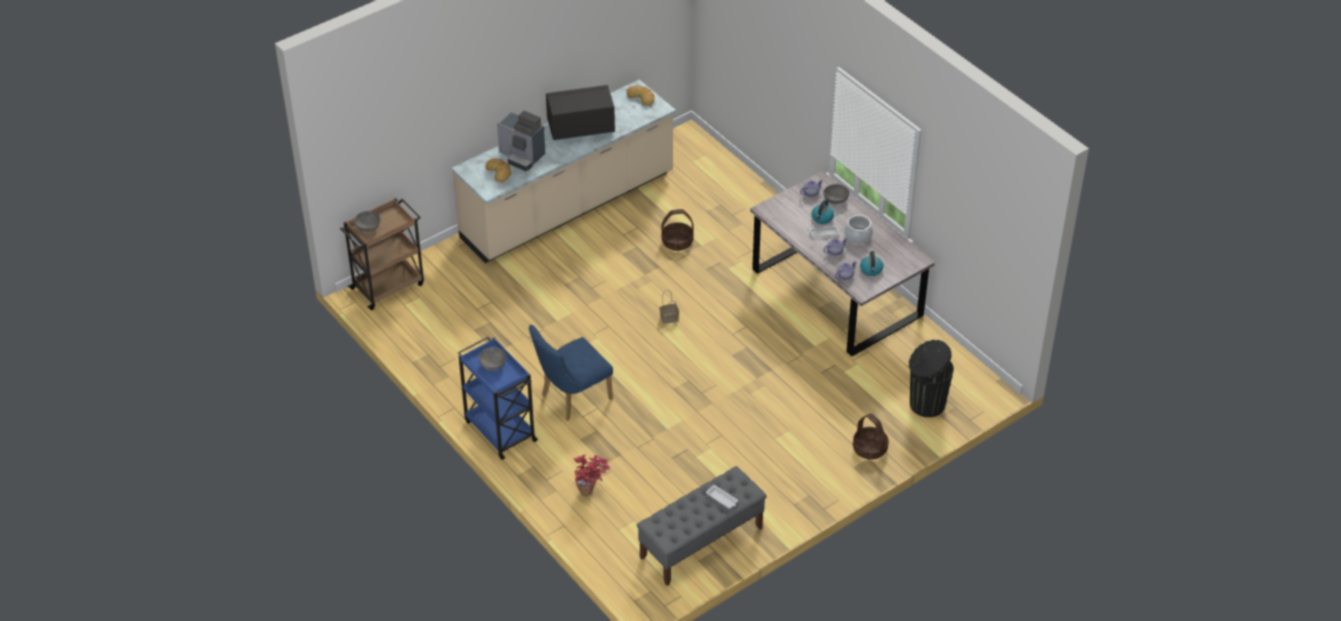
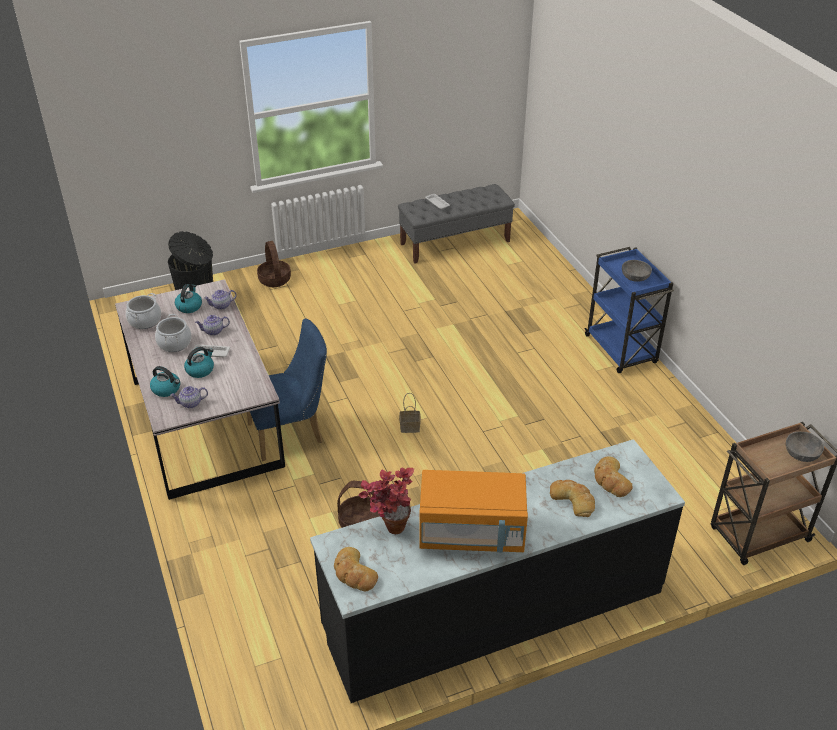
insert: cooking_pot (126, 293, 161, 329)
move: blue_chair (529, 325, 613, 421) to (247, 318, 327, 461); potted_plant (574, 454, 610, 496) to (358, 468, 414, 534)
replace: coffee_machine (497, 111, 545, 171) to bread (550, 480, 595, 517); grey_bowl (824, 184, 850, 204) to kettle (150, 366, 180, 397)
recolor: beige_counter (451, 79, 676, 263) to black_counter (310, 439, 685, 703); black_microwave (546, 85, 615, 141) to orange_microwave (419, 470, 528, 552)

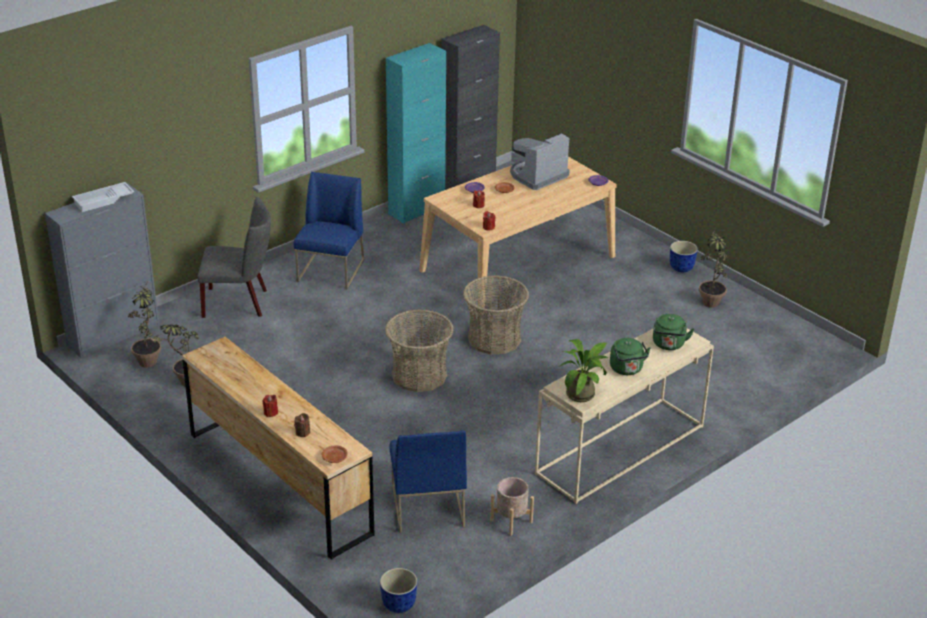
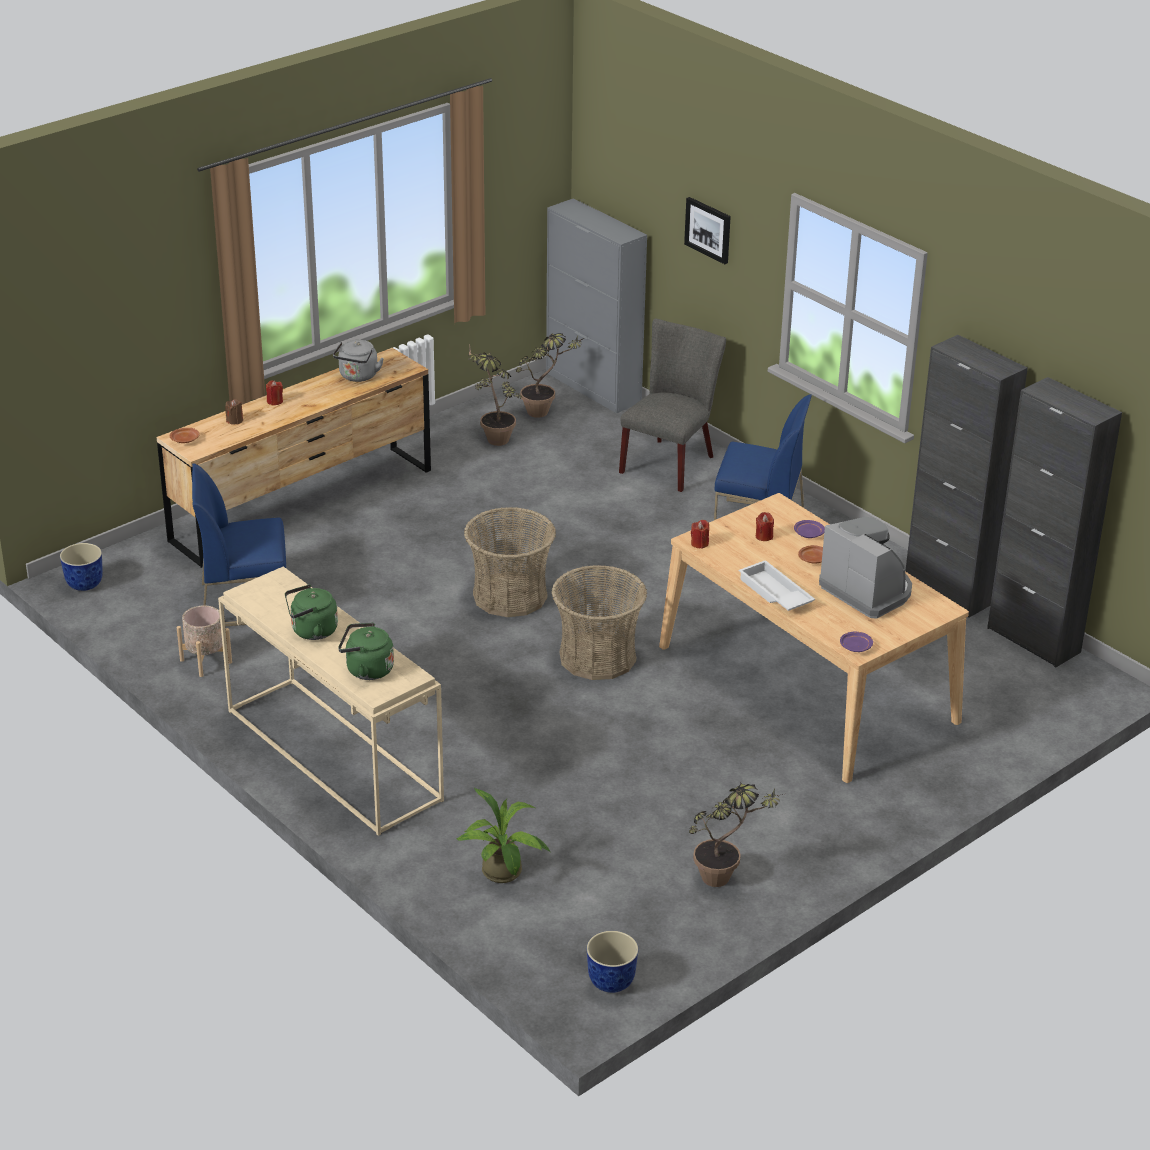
insert: grey_kettle (333, 340, 384, 382); picture (684, 197, 731, 264)
move: white_tray (72, 182, 134, 212) to (739, 560, 815, 611); potted_plant (558, 339, 609, 402) to (457, 787, 550, 883); planter (670, 241, 698, 272) to (587, 931, 638, 993)
recolor: turquoise_cabinet (386, 43, 446, 224) to black_cabinet (905, 335, 1028, 618)
rotate: grey_chair (197, 197, 271, 318) = (619, 319, 726, 492) 150 degrees counterclockwise

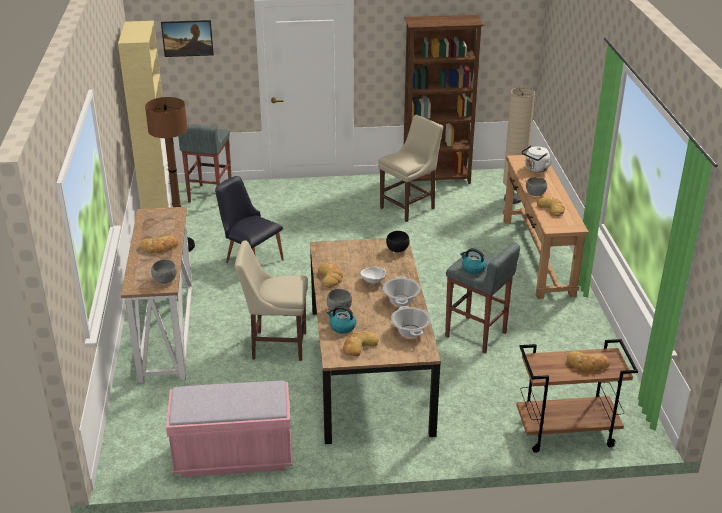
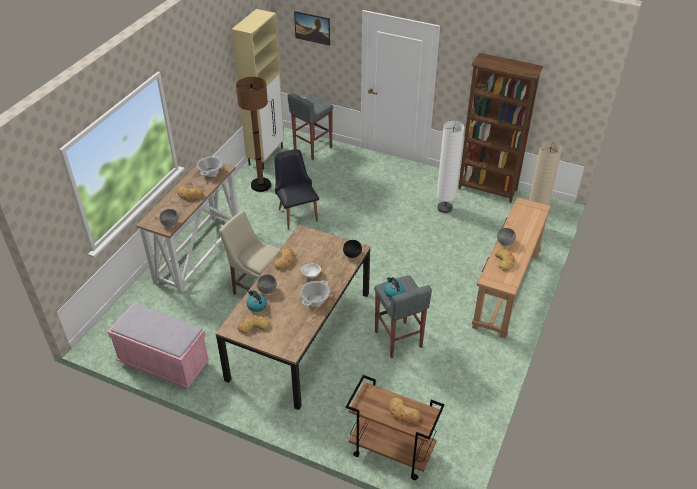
delete: white_kettle (522, 145, 552, 172)
move: cooking_pot (391, 306, 431, 337) to (197, 156, 223, 176)
replace: beige_chair (378, 115, 443, 222) to white_floor_lamp (437, 121, 465, 213)

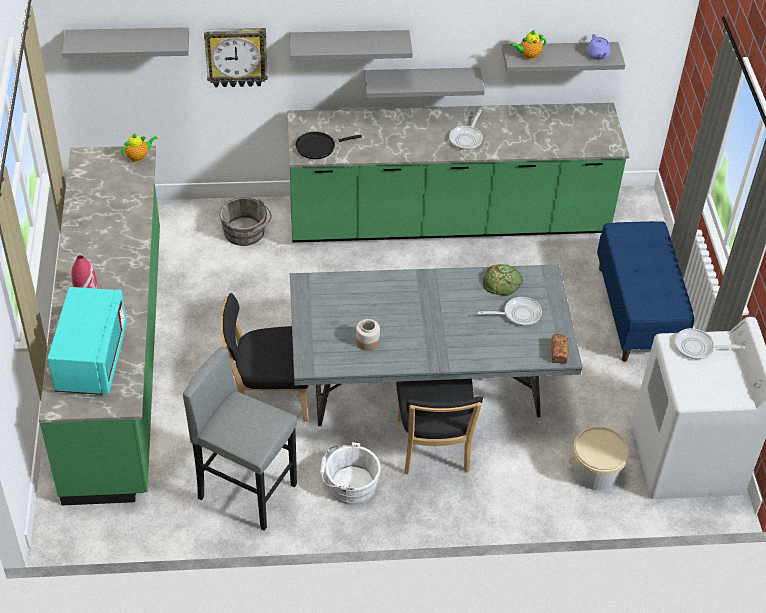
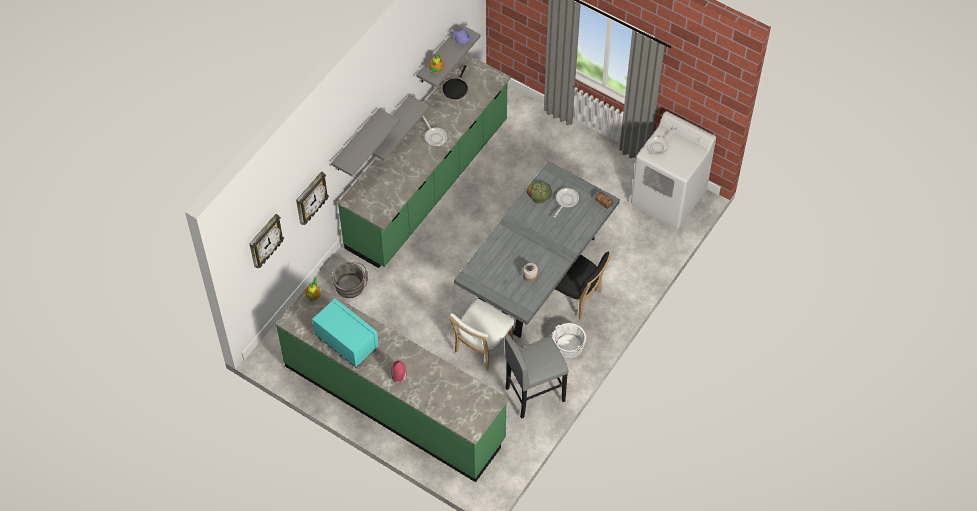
delete: beige_bucket (568, 426, 629, 490); blue_bench (597, 221, 694, 362)
move: turquoise_microwave (47, 287, 127, 395) to (312, 298, 379, 367); black_frying_pan (295, 132, 362, 159) to (442, 65, 468, 99)
replace: grey_shelf (62, 27, 189, 58) to wall_clock (250, 214, 284, 268)
recolor: black_chair (220, 293, 308, 422) to white_chair (449, 298, 515, 371)

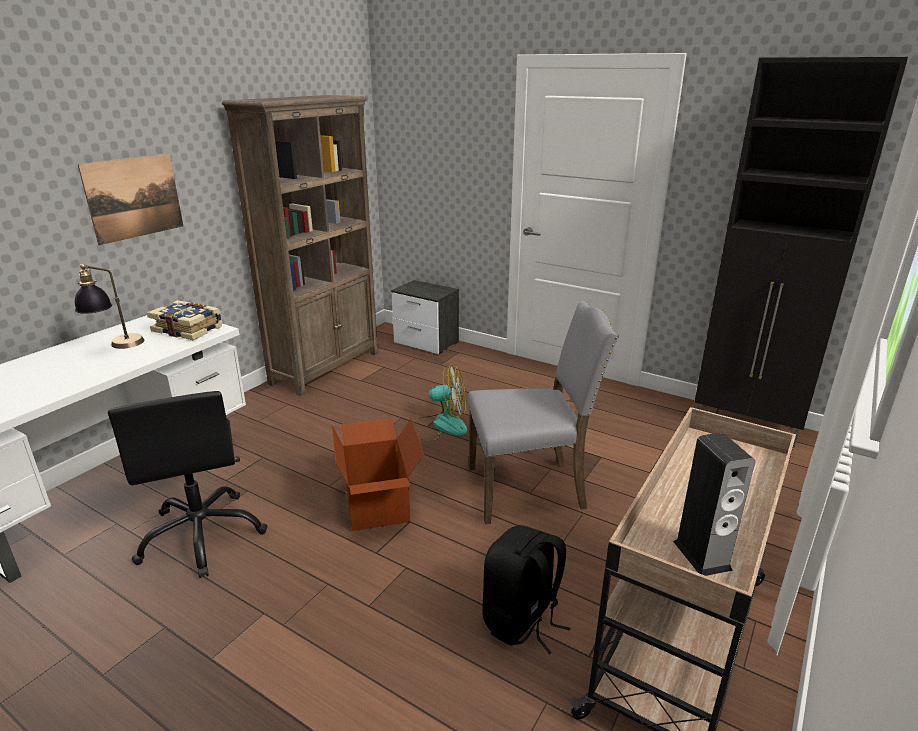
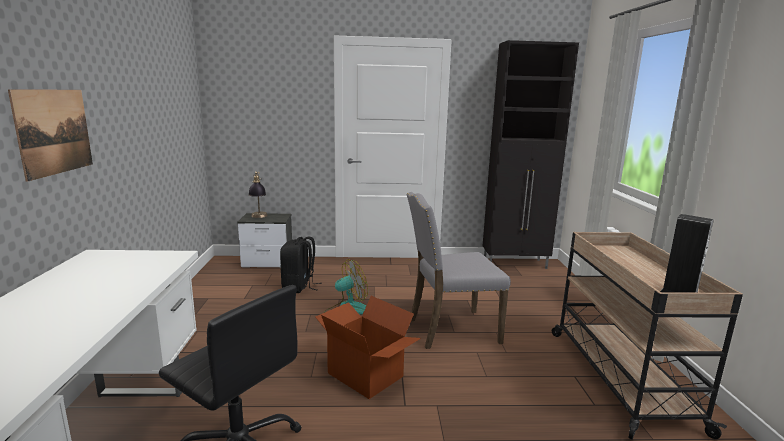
delete: book (147, 301, 223, 340); brown_bookcase (222, 95, 379, 396)
move: table_lamp (75, 264, 144, 349) to (248, 171, 268, 218); black_backpack (482, 525, 570, 654) to (280, 236, 322, 293)
rotate: grey_chair (468, 301, 619, 524) = (406, 192, 511, 349) 150 degrees counterclockwise

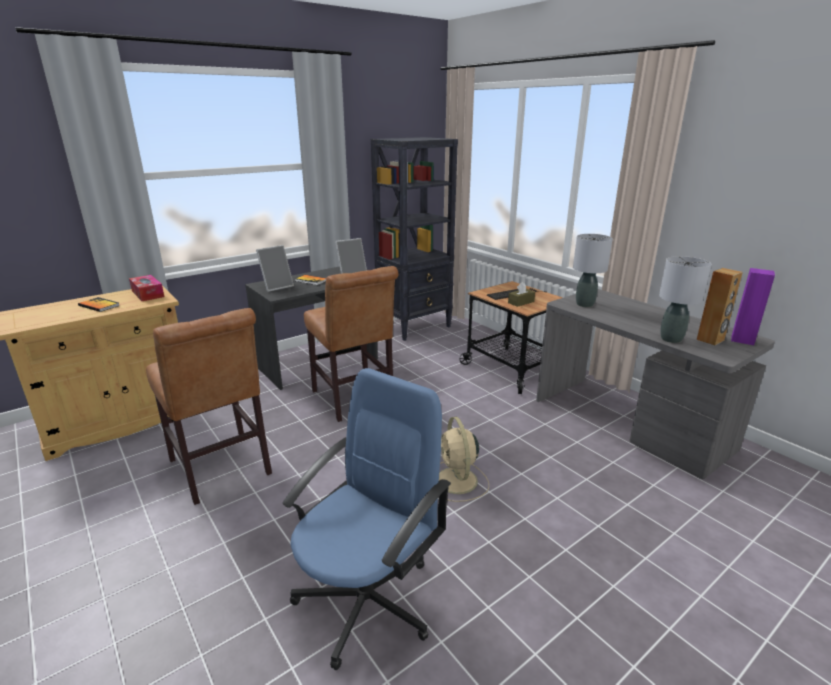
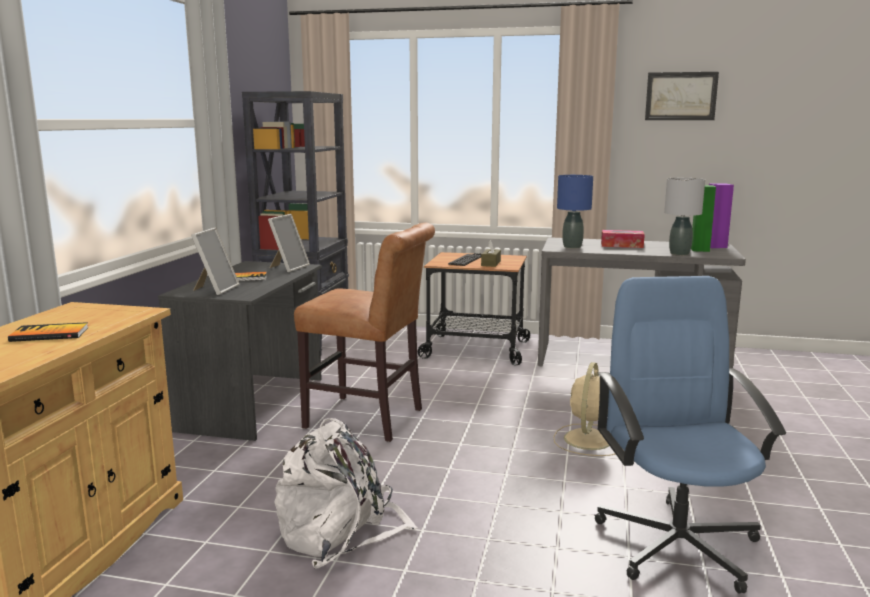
insert: picture (645, 72, 719, 120)
move: tissue_box (129, 275, 164, 301) to (601, 230, 645, 248)
replace: brown_chair (146, 308, 272, 505) to white_backpack (274, 418, 418, 568)
recolor: grey_table_lamp (573, 234, 613, 307) to blue_table_lamp (557, 175, 593, 248); brown_speaker (697, 268, 743, 345) to green_speaker (691, 185, 716, 252)
rotate: beige_fan (439, 417, 489, 502) = (553, 362, 615, 456) 75 degrees clockwise

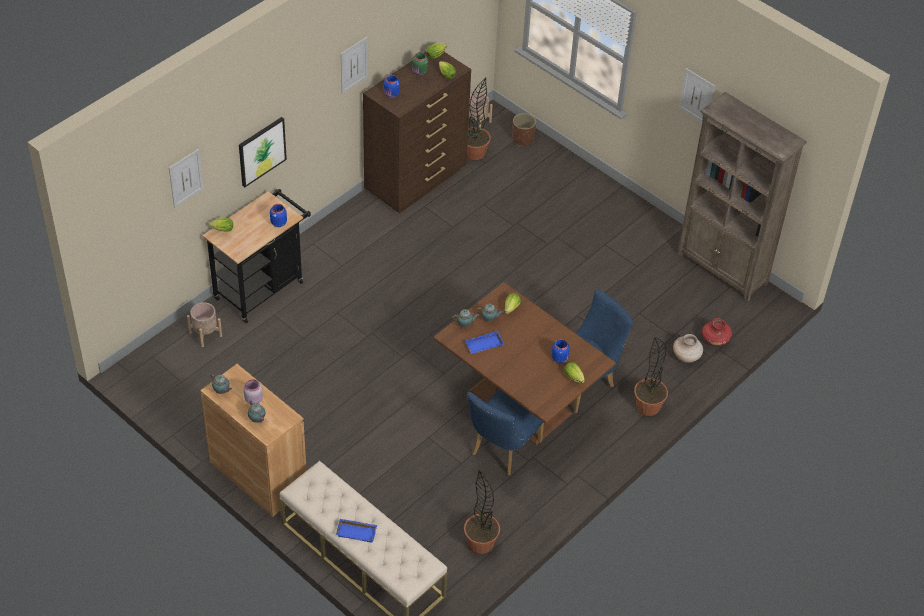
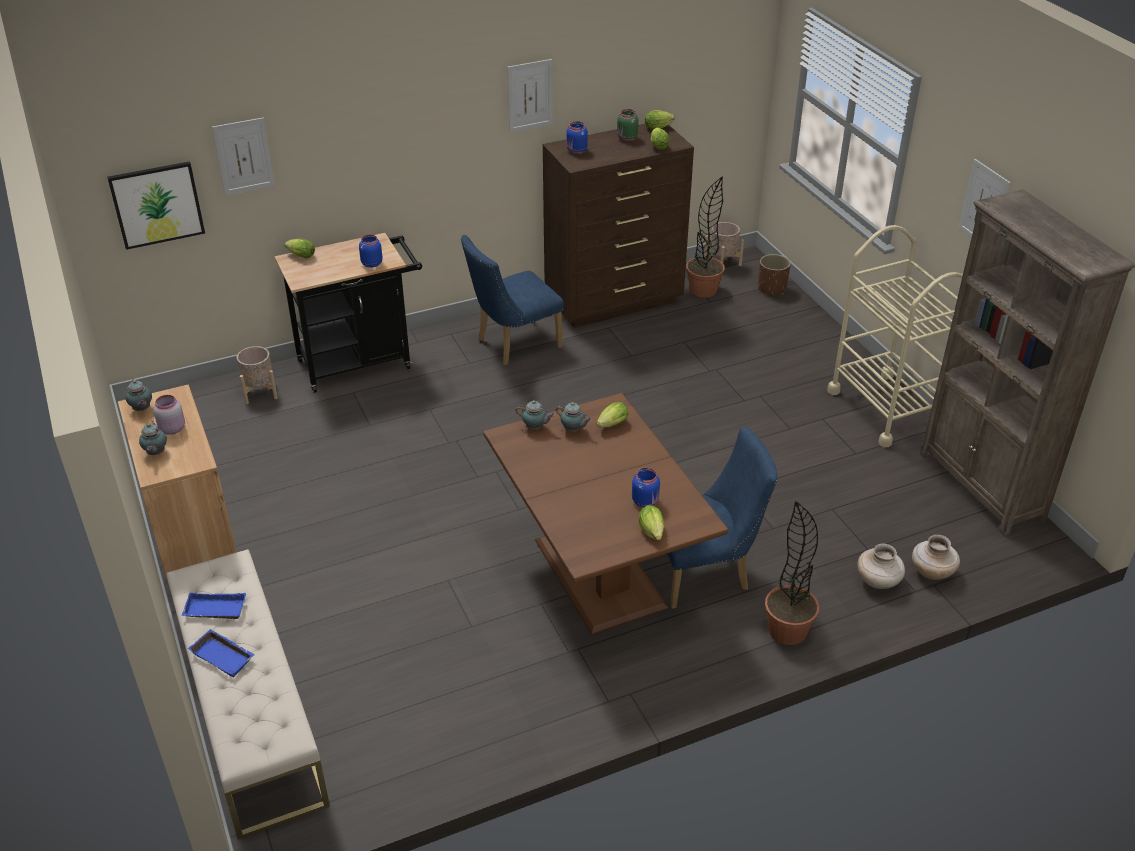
delete: potted_plant (464, 470, 500, 554)
insert: beige_cart (827, 225, 963, 447)
move: picture (239, 117, 287, 187) to (107, 161, 205, 250); blue_tray (465, 331, 504, 354) to (181, 593, 246, 619); blue_chair (467, 389, 544, 475) to (461, 235, 564, 366)
recolor: red_vase (702, 318, 732, 346) to beige_vase (912, 535, 960, 580)

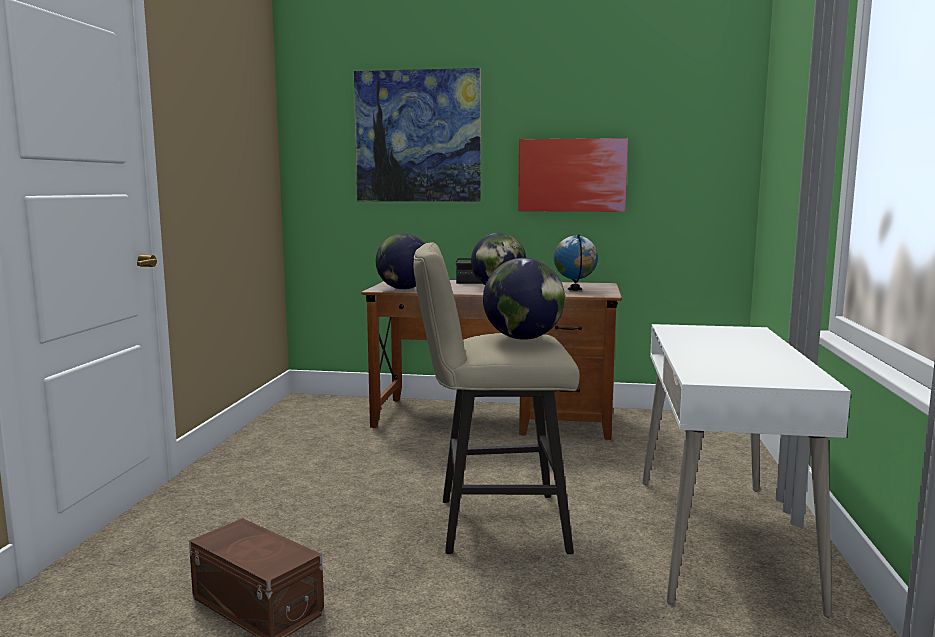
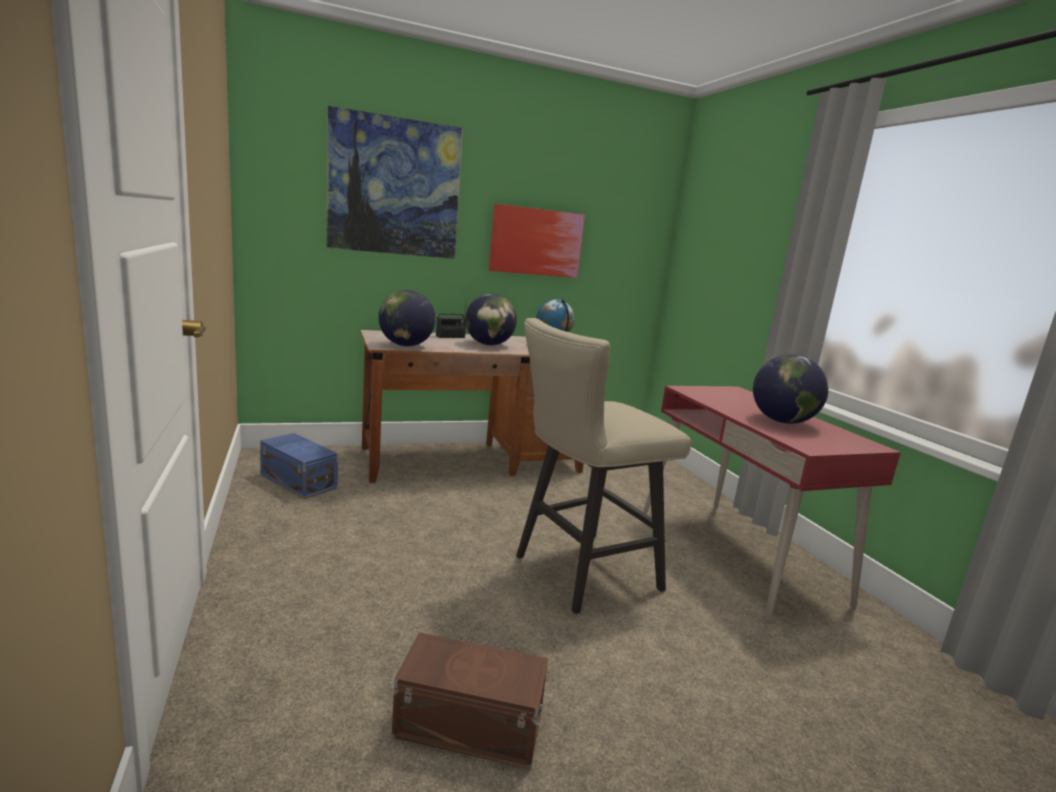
insert: blue_storage_box (260, 433, 338, 499)
move: globe (483, 258, 565, 340) to (753, 355, 829, 424)
recolor: white_desk (642, 324, 851, 618) to red_desk (644, 386, 901, 623)

